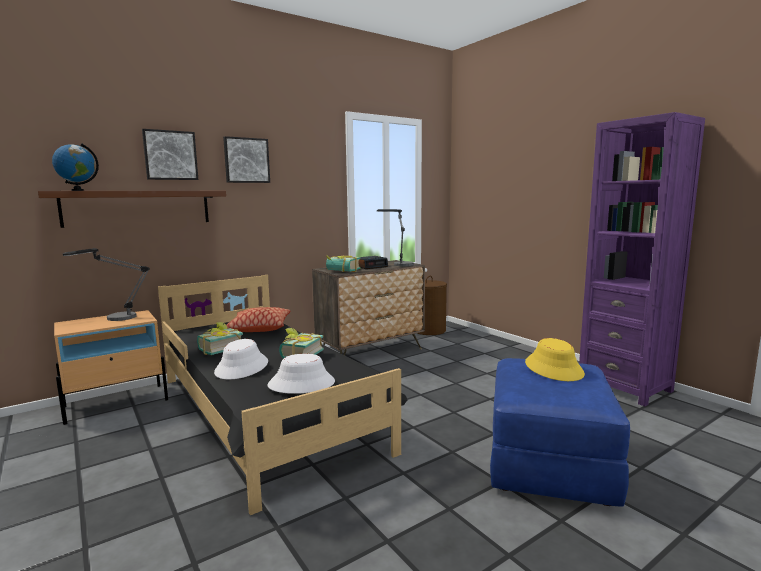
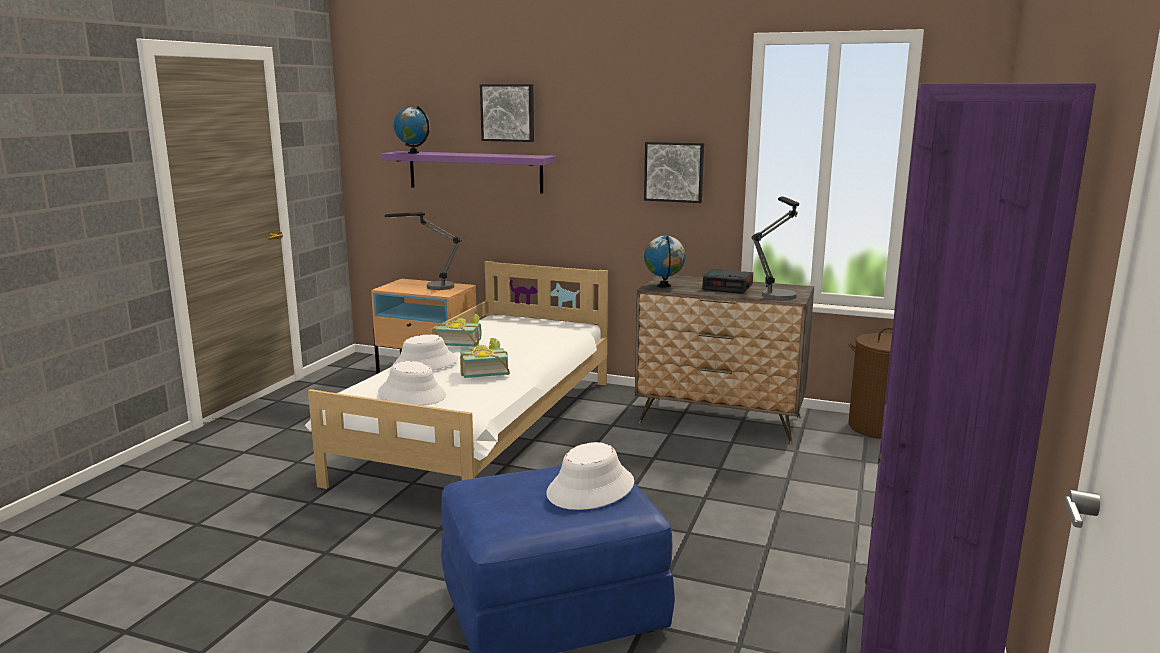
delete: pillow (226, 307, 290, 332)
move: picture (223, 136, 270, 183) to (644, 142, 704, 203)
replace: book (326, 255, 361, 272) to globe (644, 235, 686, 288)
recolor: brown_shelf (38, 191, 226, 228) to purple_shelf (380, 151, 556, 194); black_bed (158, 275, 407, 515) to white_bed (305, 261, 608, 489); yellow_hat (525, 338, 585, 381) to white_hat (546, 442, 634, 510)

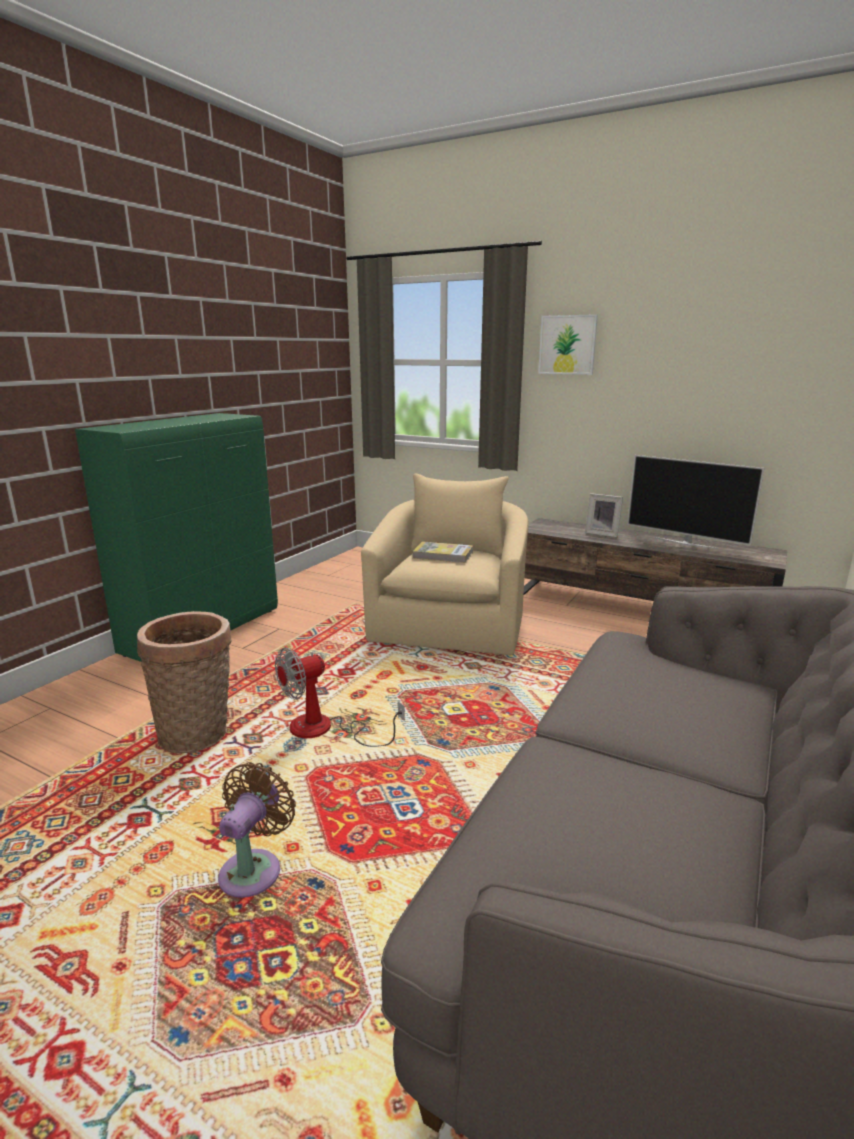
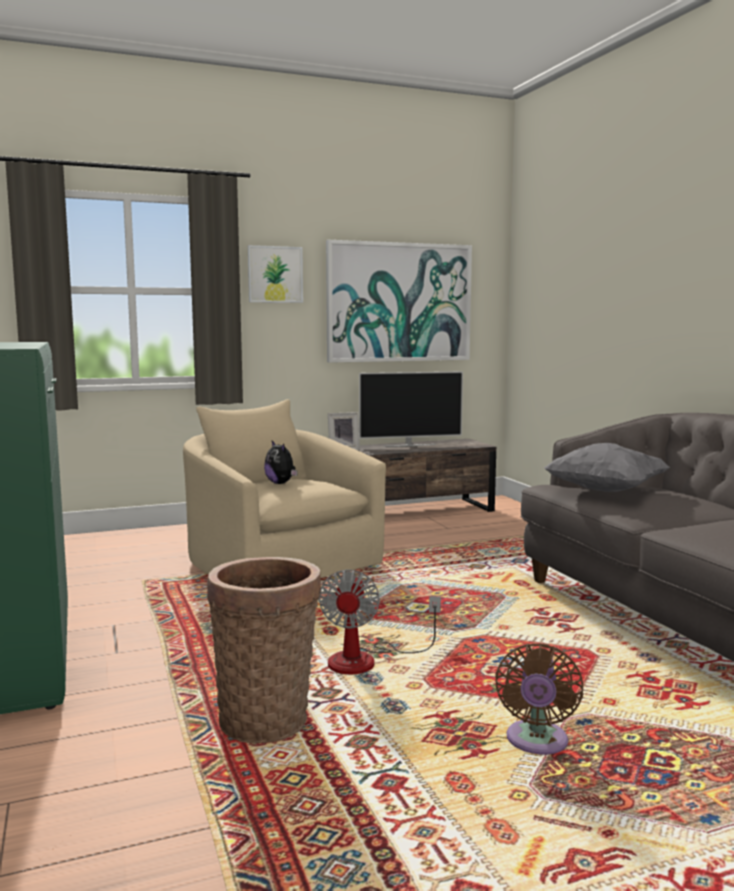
insert: picture (326, 240, 472, 363); grey_pillow (544, 443, 670, 492)
replace: book (412, 541, 473, 563) to plush_toy (264, 441, 298, 484)
rotate: brown_fan (218, 762, 296, 898) = (495, 643, 583, 754) 135 degrees counterclockwise

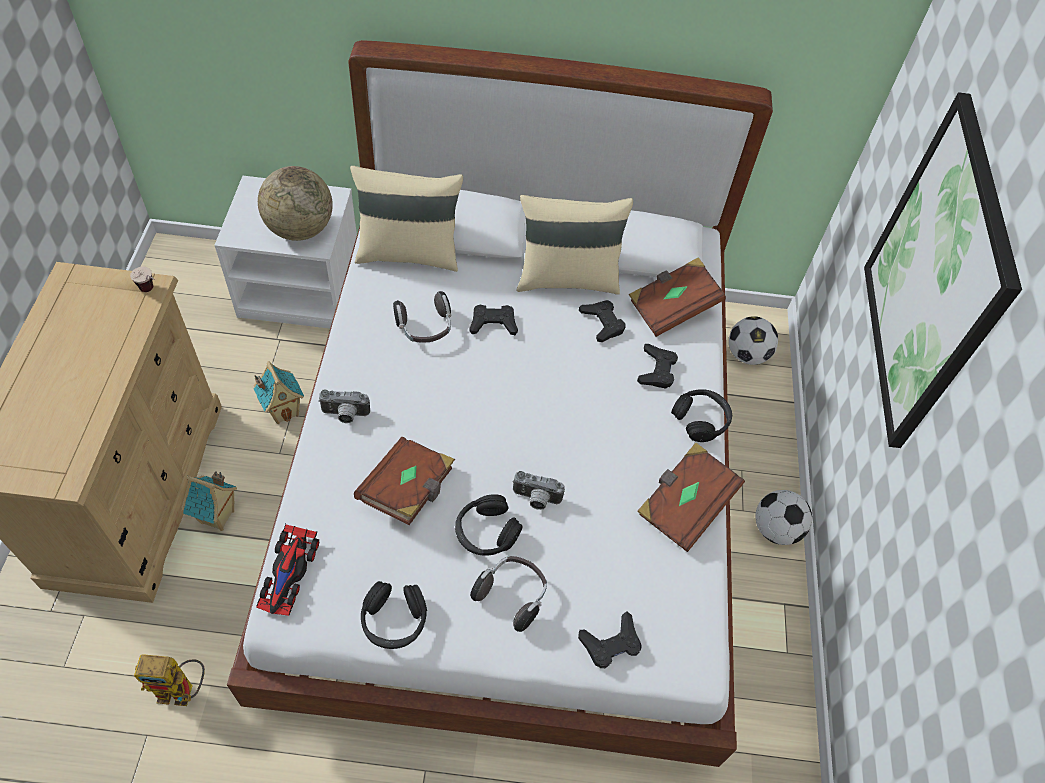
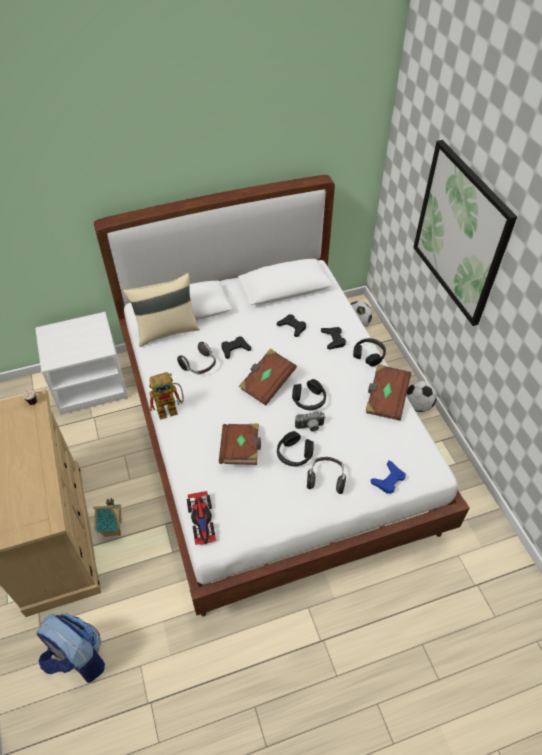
delete: toy_house (254, 361, 304, 424); globe (258, 166, 333, 241); photo_camera (318, 389, 370, 423); beige_pillow (516, 195, 633, 295)
insert: backpack (37, 613, 105, 683)
move: toy_robot (134, 654, 205, 706) to (149, 372, 184, 420); black_headphones (361, 581, 427, 649) to (292, 379, 326, 410); brown_book (629, 257, 726, 337) to (239, 348, 297, 406)
recolor: black_game_controller (578, 611, 642, 668) to blue_game_controller (371, 460, 406, 494)

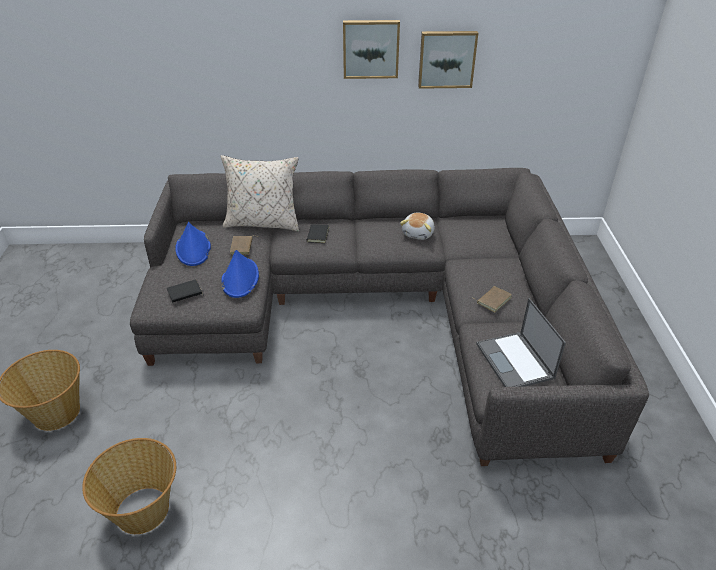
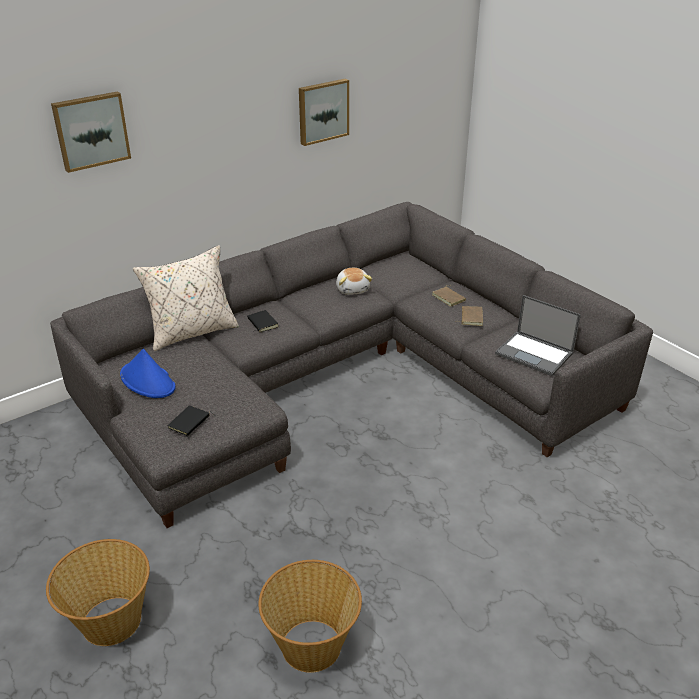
delete: blue_hat (222, 250, 259, 298)
move: brown_book (230, 235, 258, 255) to (432, 285, 466, 307); picture (343, 20, 400, 79) to (51, 92, 131, 173)

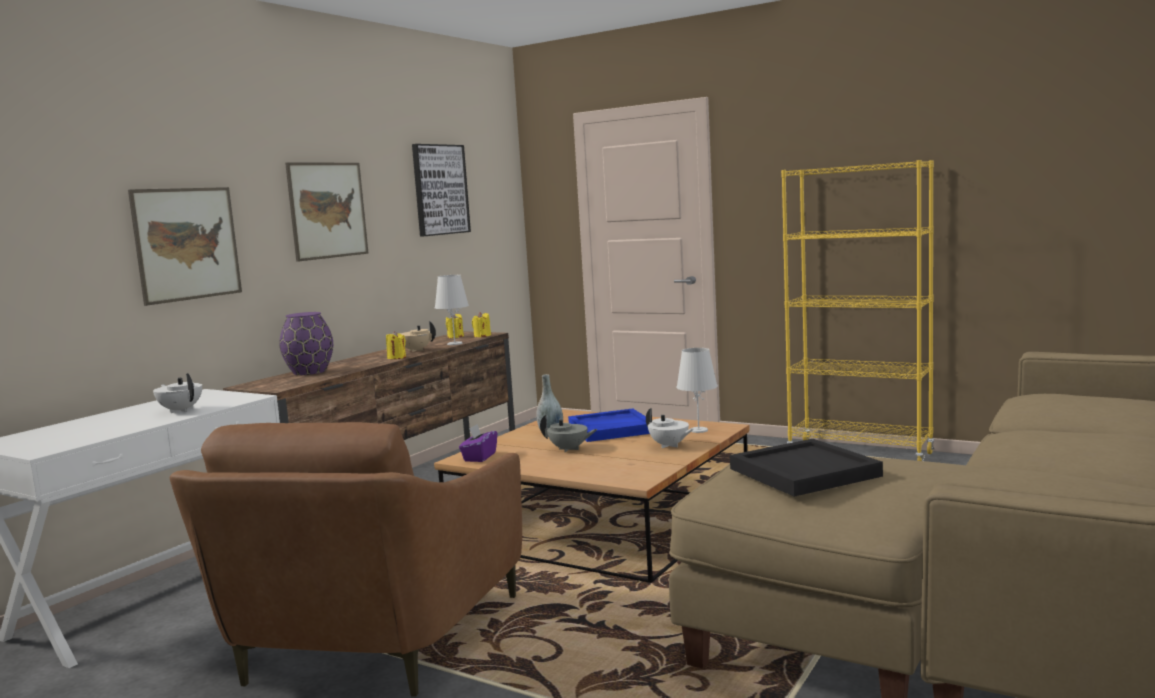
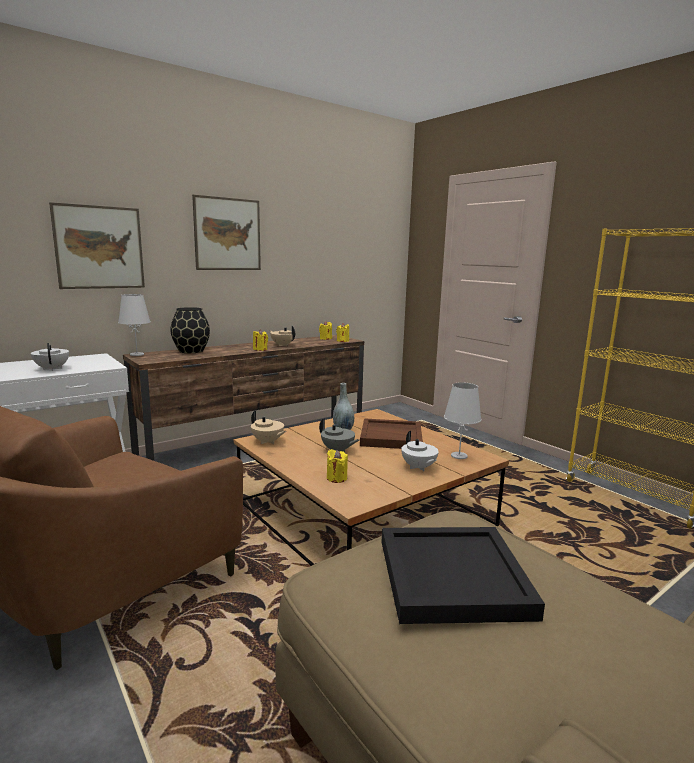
delete: picture (412, 144, 471, 237)
insert: yellow_candle (327, 449, 348, 483)
move: white_table_lamp (435, 275, 469, 345) to (118, 294, 151, 356)
replace: purple_tissue_box (459, 424, 497, 462) to beige_teapot (251, 411, 286, 444)
recolor: purple_vase (279, 312, 333, 375) to black_vase (171, 307, 210, 353); blue_tray (568, 409, 650, 442) to brown_tray (360, 418, 423, 449)

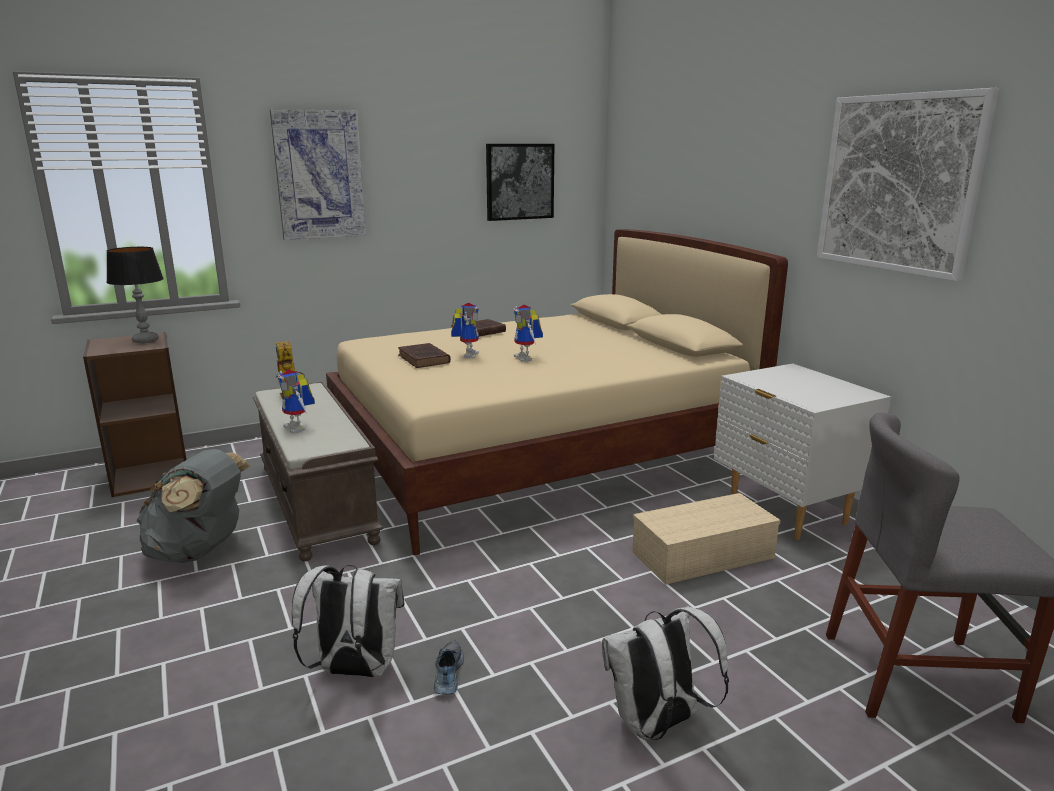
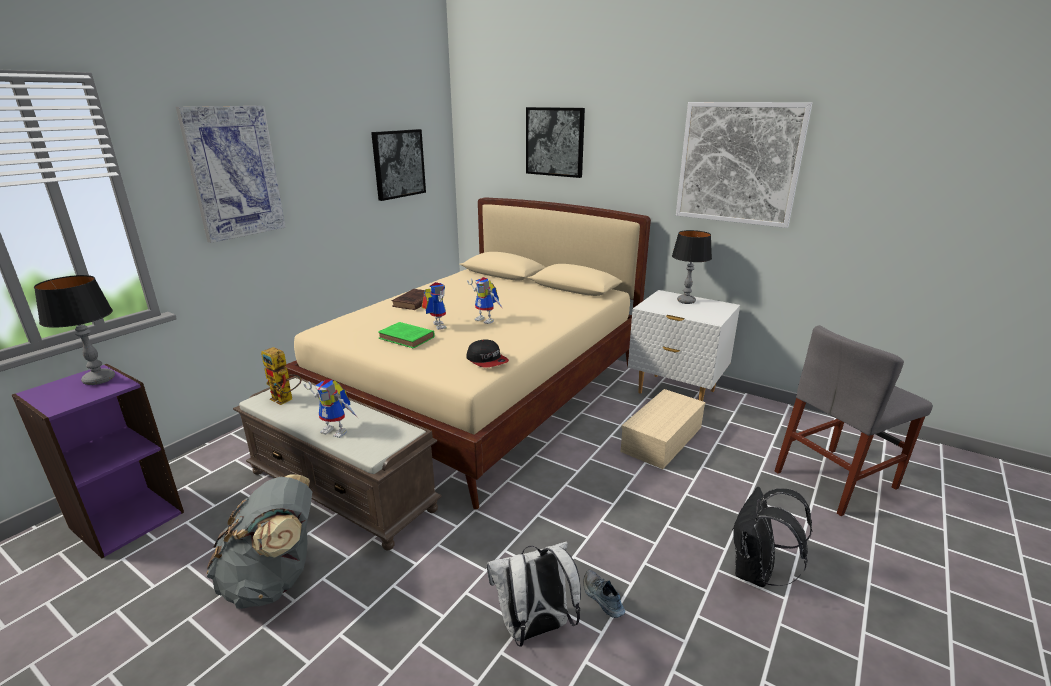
insert: cap (466, 339, 509, 368); picture (526, 107, 585, 178); table_lamp (672, 230, 712, 304)
recolor: brown_bookcase (83, 332, 187, 497) to purple_bookcase (12, 364, 184, 558); brown_book (398, 343, 451, 368) to green_book (378, 322, 435, 348); white_backpack (602, 606, 729, 740) to black_backpack (732, 487, 812, 587)

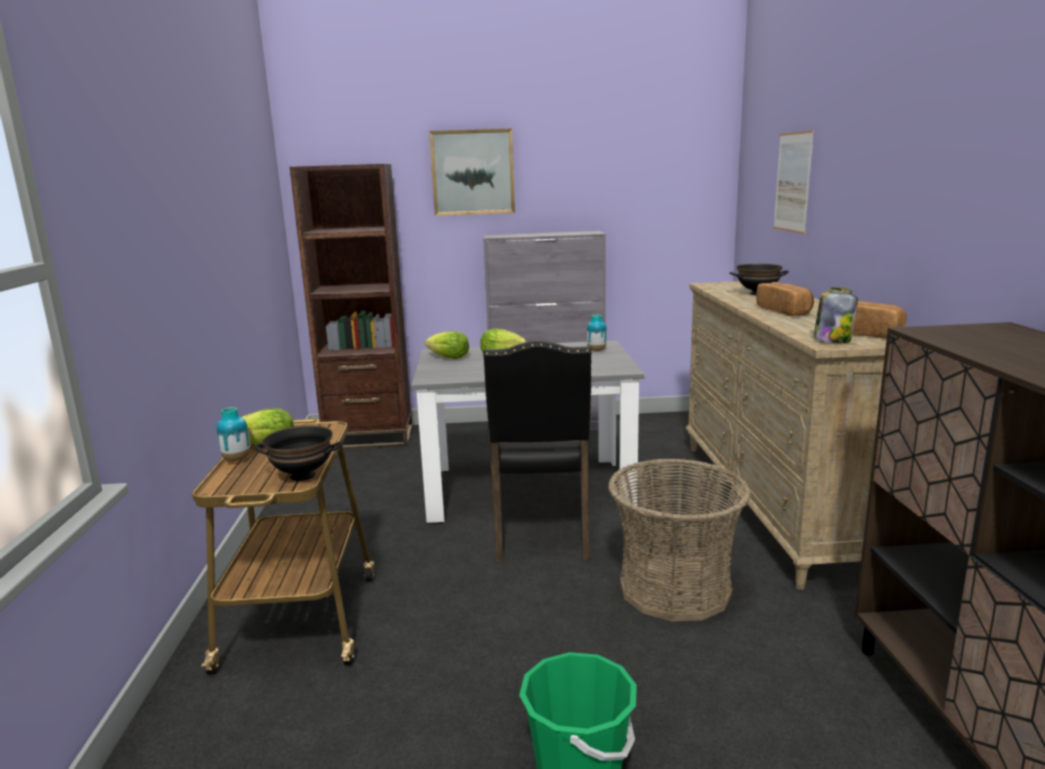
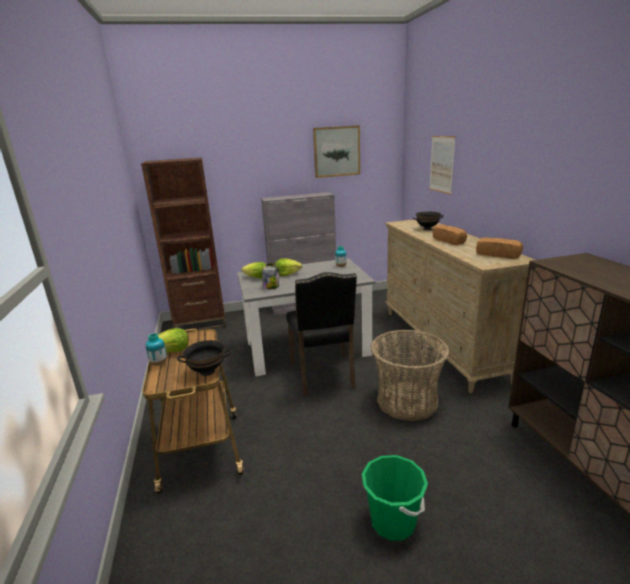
move: picture (429, 128, 515, 216) to (313, 125, 360, 178); jar (814, 288, 858, 343) to (262, 263, 279, 290)

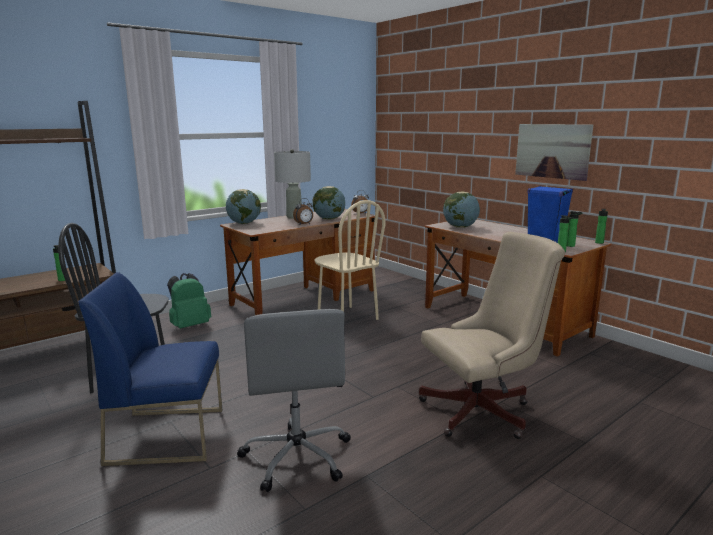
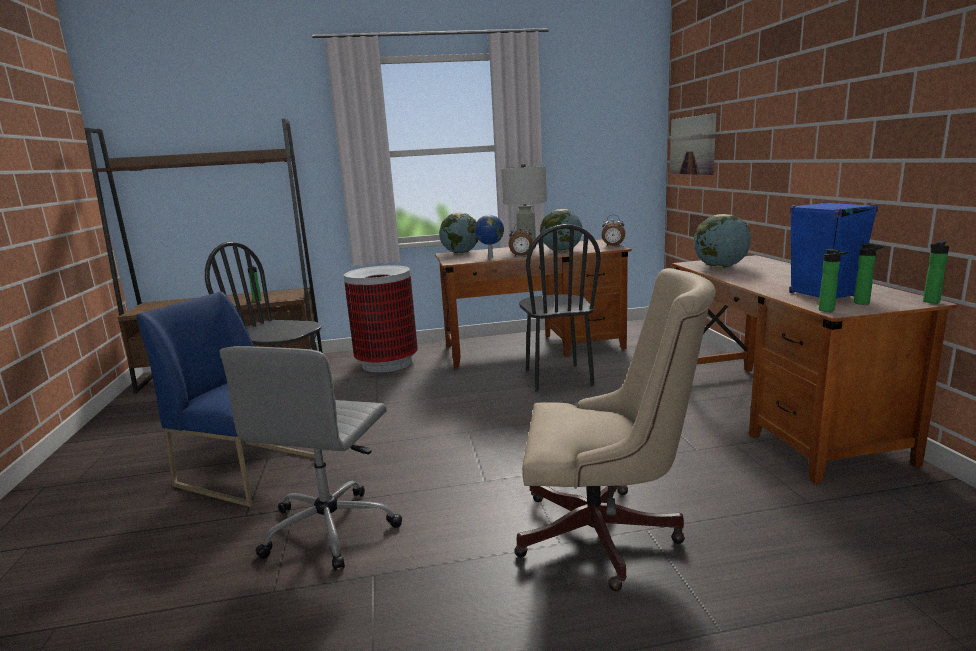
insert: globe (475, 215, 504, 259)
move: picture (515, 124, 593, 181) to (670, 113, 716, 175)
replace: green_backpack (167, 273, 211, 329) to trash_can (344, 265, 418, 373)
recolor: beige_chair (315, 200, 385, 320) to black_chair (519, 224, 601, 392)

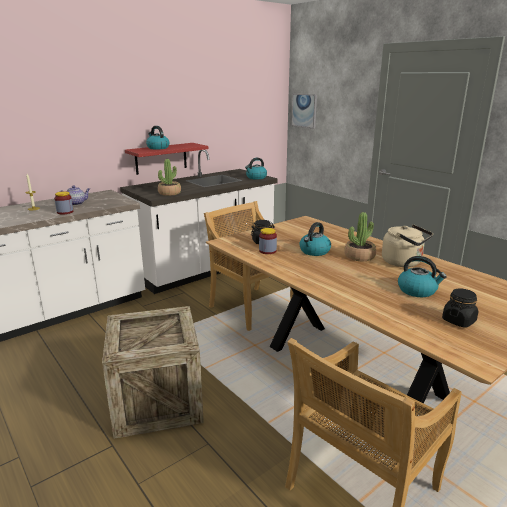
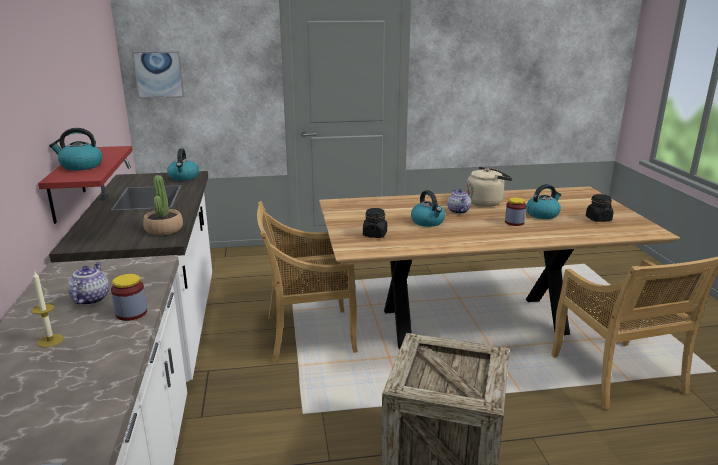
move: jar (259, 228, 277, 254) to (505, 197, 526, 226)
replace: potted_plant (344, 212, 376, 261) to teapot (447, 189, 471, 214)

